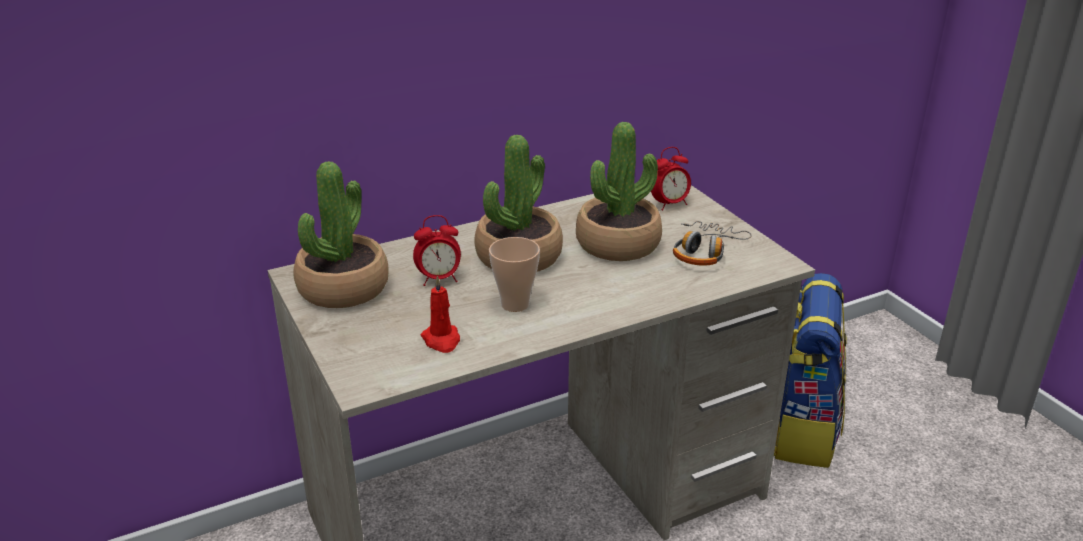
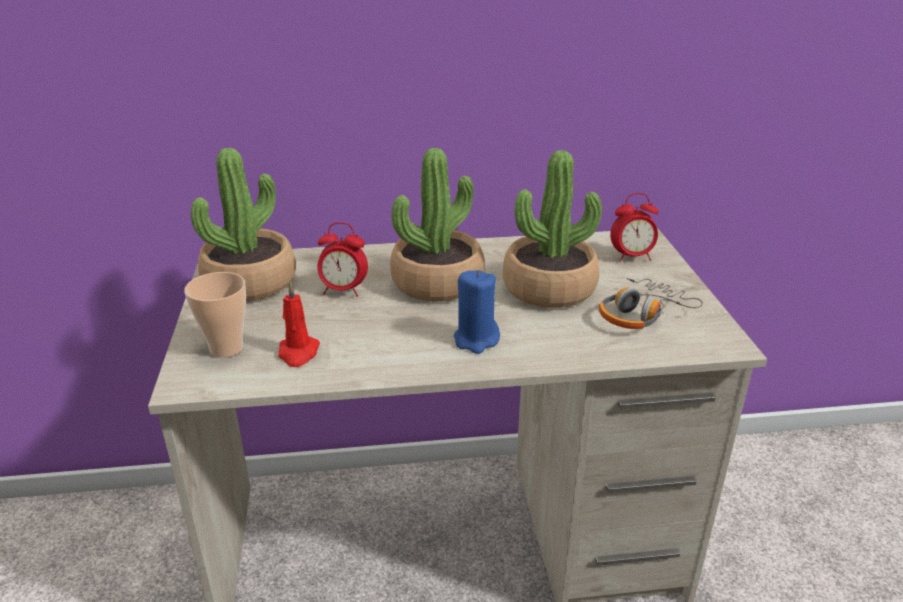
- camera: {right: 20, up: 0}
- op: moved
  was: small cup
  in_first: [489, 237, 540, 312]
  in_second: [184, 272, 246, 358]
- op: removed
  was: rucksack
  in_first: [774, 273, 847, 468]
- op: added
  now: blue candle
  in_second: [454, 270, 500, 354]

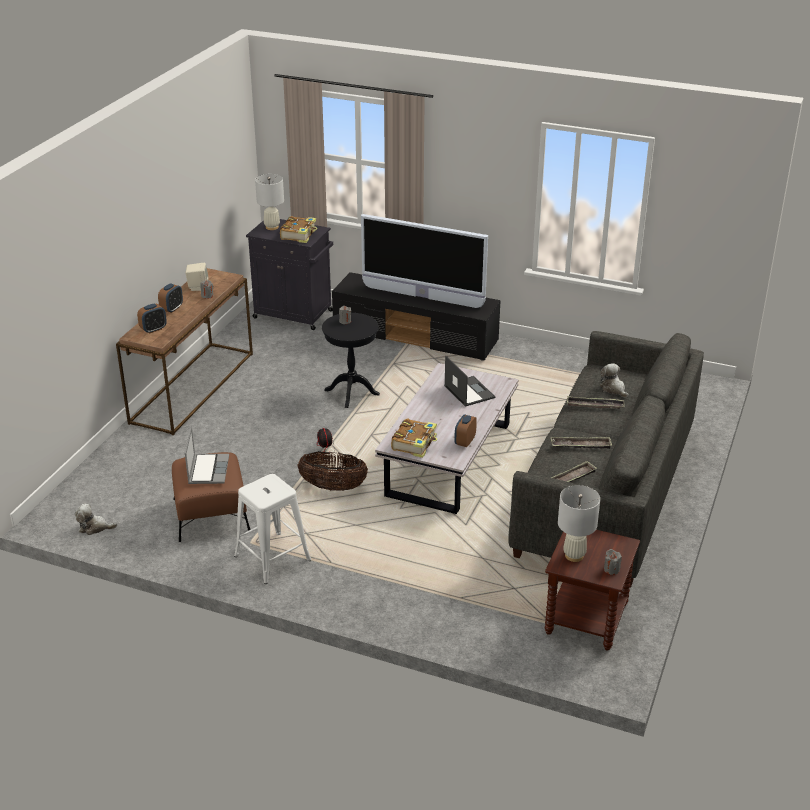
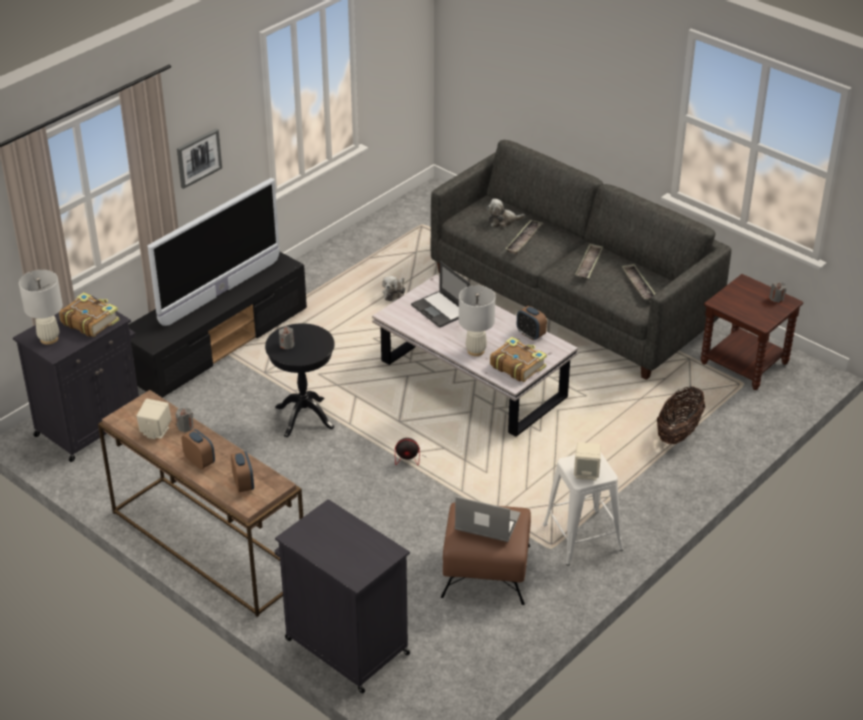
- camera: {right: -70, up: 5}
- op: turned
  was: notebook computer
  in_first: [444, 356, 495, 407]
  in_second: [411, 261, 470, 328]
  clockwise: -120
- op: moved
  was: storage basket
  in_first: [297, 451, 368, 491]
  in_second: [657, 386, 705, 444]
- op: moved
  was: white-coloured tabletop lamp
  in_first: [558, 485, 600, 562]
  in_second: [459, 286, 495, 356]
- op: moved
  was: plush toy
  in_first: [75, 504, 117, 535]
  in_second: [382, 276, 405, 302]
- op: added
  now: wall picture
  in_second: [177, 128, 222, 189]
- op: added
  now: beige-coloured speaker
  in_second: [574, 442, 601, 481]
- op: added
  now: black cupboard
  in_second: [275, 499, 410, 693]

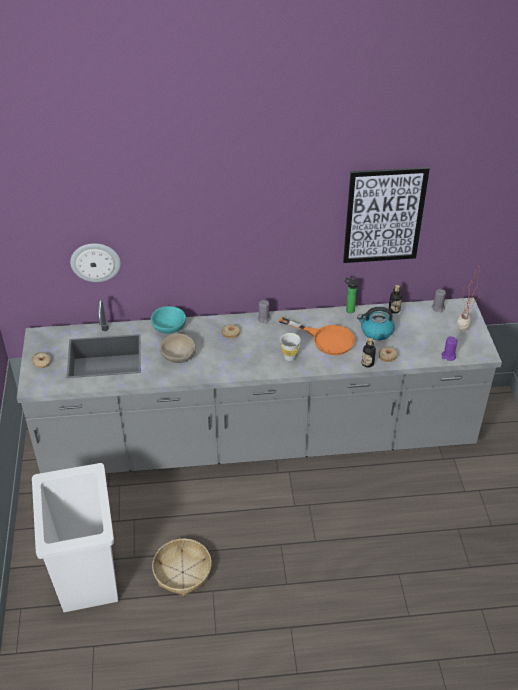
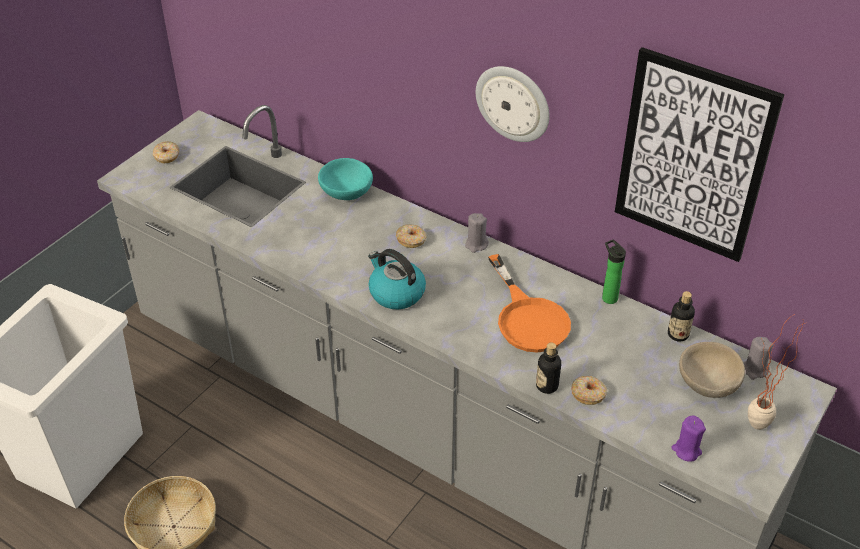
- camera: {right: 40, up: 0}
- op: moved
  was: hanging clock
  in_first: [70, 243, 121, 282]
  in_second: [476, 66, 550, 142]
- op: moved
  was: tea kettle
  in_first: [357, 307, 395, 340]
  in_second: [368, 249, 426, 309]
- op: moved
  was: beige-coloured serving bowl
  in_first: [159, 333, 196, 363]
  in_second: [679, 342, 745, 398]
- op: removed
  was: white-coloured small cup
  in_first: [280, 333, 301, 361]

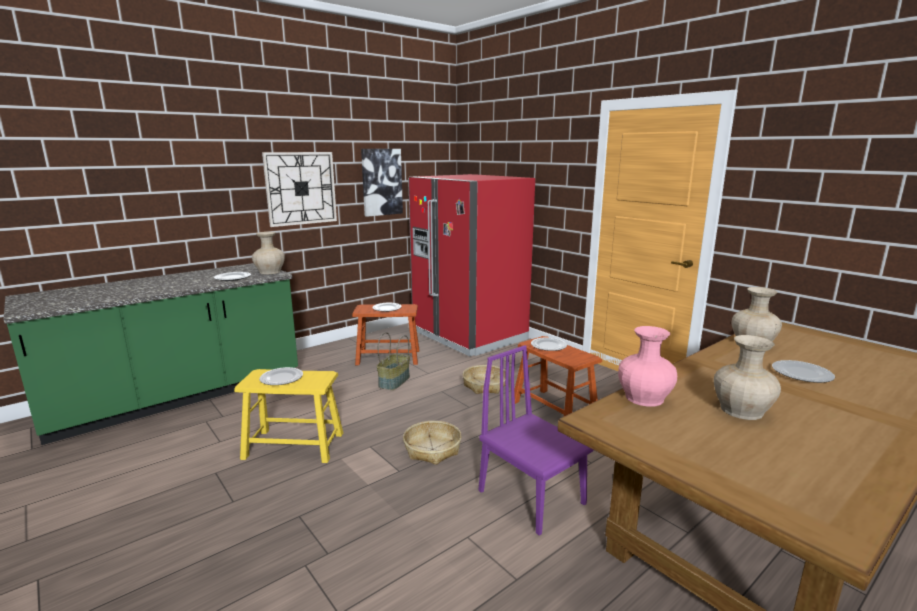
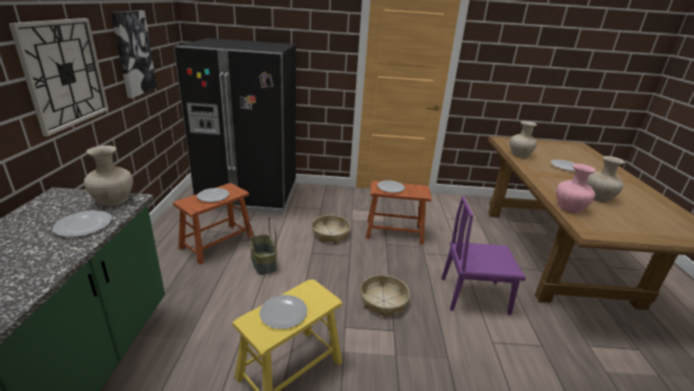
- camera: {right: -50, up: 10}
- op: recoloured
  was: reddish kitchen fridge
  now: black kitchen fridge
  in_first: [408, 174, 535, 356]
  in_second: [174, 38, 296, 214]

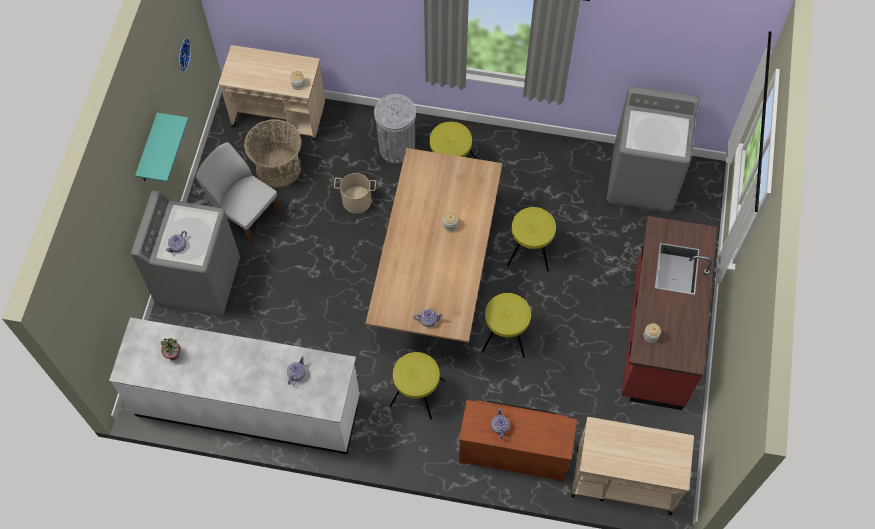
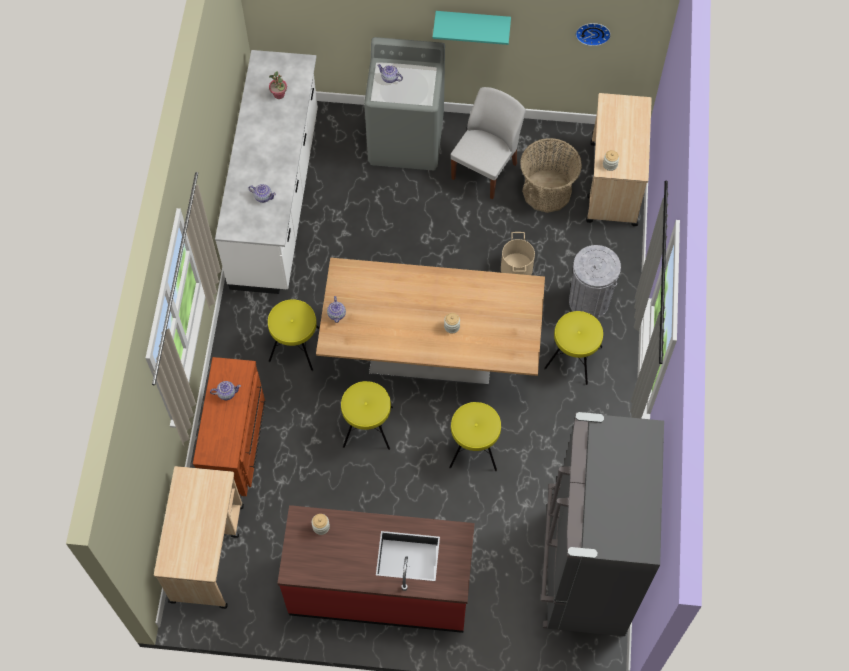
- camera: {right: 85, up: 0}
- op: replaced
  was: grey washing machine
  now: grey kitchen fridge
  in_first: [607, 86, 699, 212]
  in_second: [541, 412, 664, 636]

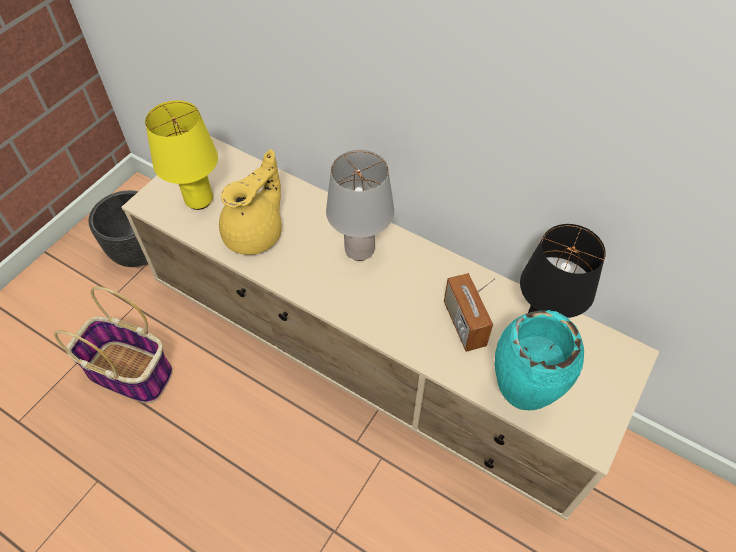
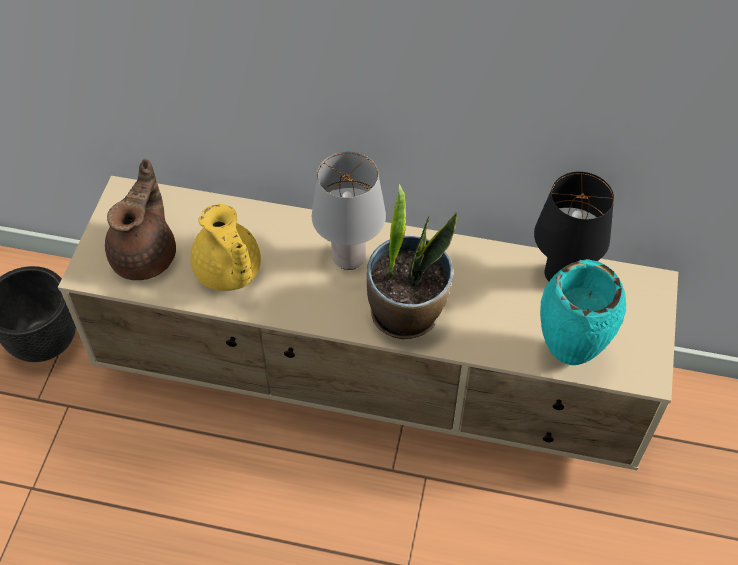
- camera: {right: -20, up: 0}
- op: replaced
  was: yellowish tabletop lamp
  now: brown-coloured pot for tea
  in_first: [145, 100, 218, 210]
  in_second: [105, 159, 176, 280]
- op: turned
  was: yellowish pot for tea
  in_first: [219, 149, 282, 255]
  in_second: [190, 204, 261, 291]
  clockwise: 135
- op: removed
  was: radio receiver
  in_first: [444, 273, 496, 352]
- op: removed
  was: storage basket
  in_first: [54, 286, 173, 403]
- op: added
  now: houseplant
  in_second: [367, 184, 457, 339]

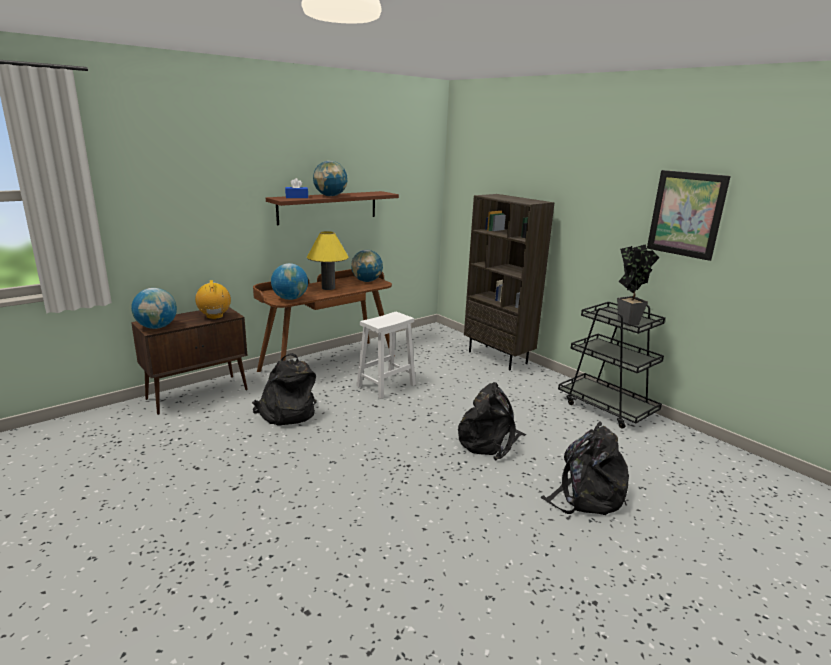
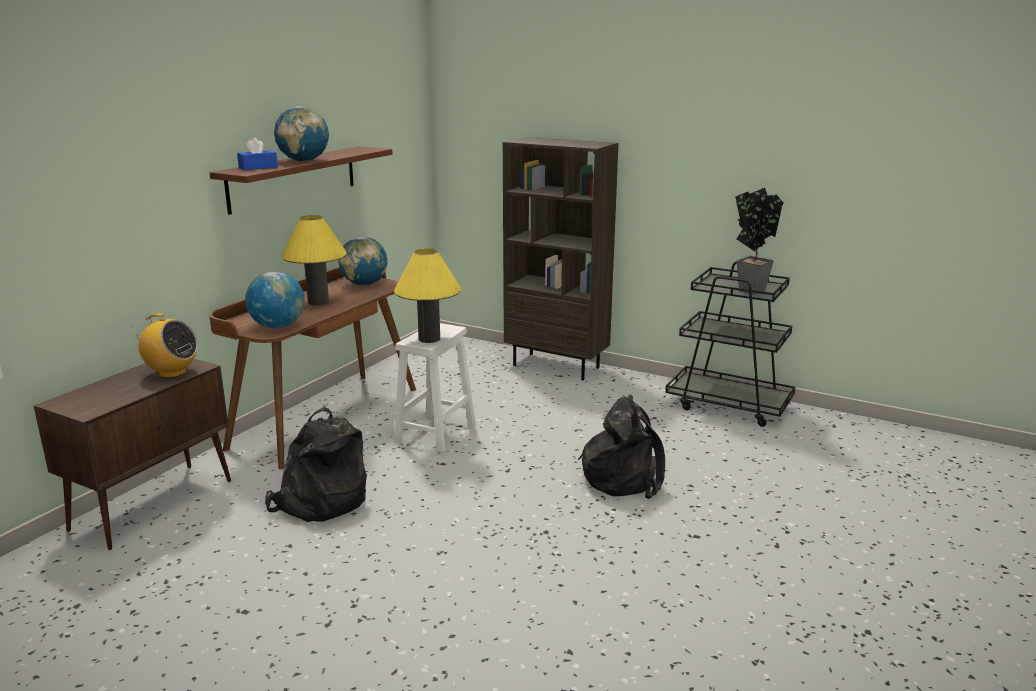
- camera: {right: -20, up: 0}
- op: removed
  was: wall picture
  in_first: [647, 170, 731, 261]
- op: turned
  was: radio receiver
  in_first: [195, 280, 231, 319]
  in_second: [131, 313, 198, 378]
  clockwise: 150
- op: removed
  was: desk globe
  in_first: [131, 288, 177, 329]
- op: removed
  was: black rucksack
  in_first: [541, 421, 629, 515]
- op: added
  now: yellowish tabletop lamp
  in_second: [394, 249, 461, 343]

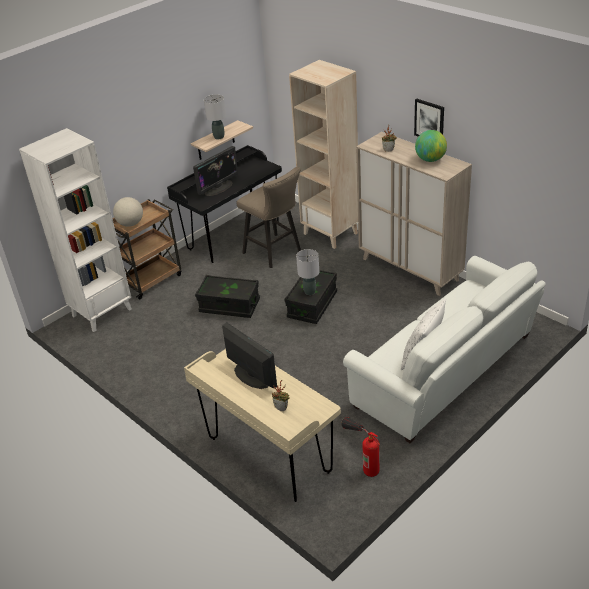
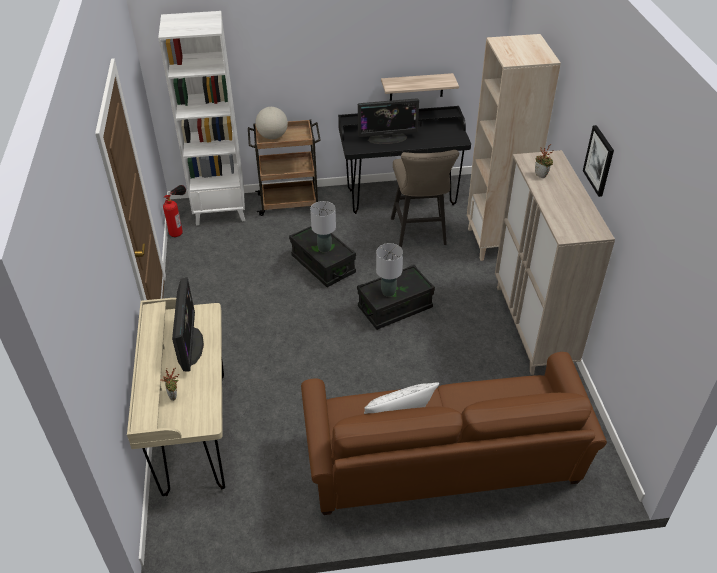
- camera: {right: 35, up: 5}
- op: moved
  was: grey tabletop lamp
  in_first: [204, 95, 226, 139]
  in_second: [310, 201, 336, 252]
- op: removed
  was: desk globe
  in_first: [415, 130, 447, 162]
- op: recoloured
  was: white-coloured sofa
  now: brown-coloured sofa
  in_first: [343, 256, 546, 443]
  in_second: [301, 352, 607, 515]
- op: moved
  was: fire-fighting cylinder
  in_first: [341, 417, 380, 477]
  in_second: [163, 185, 186, 237]

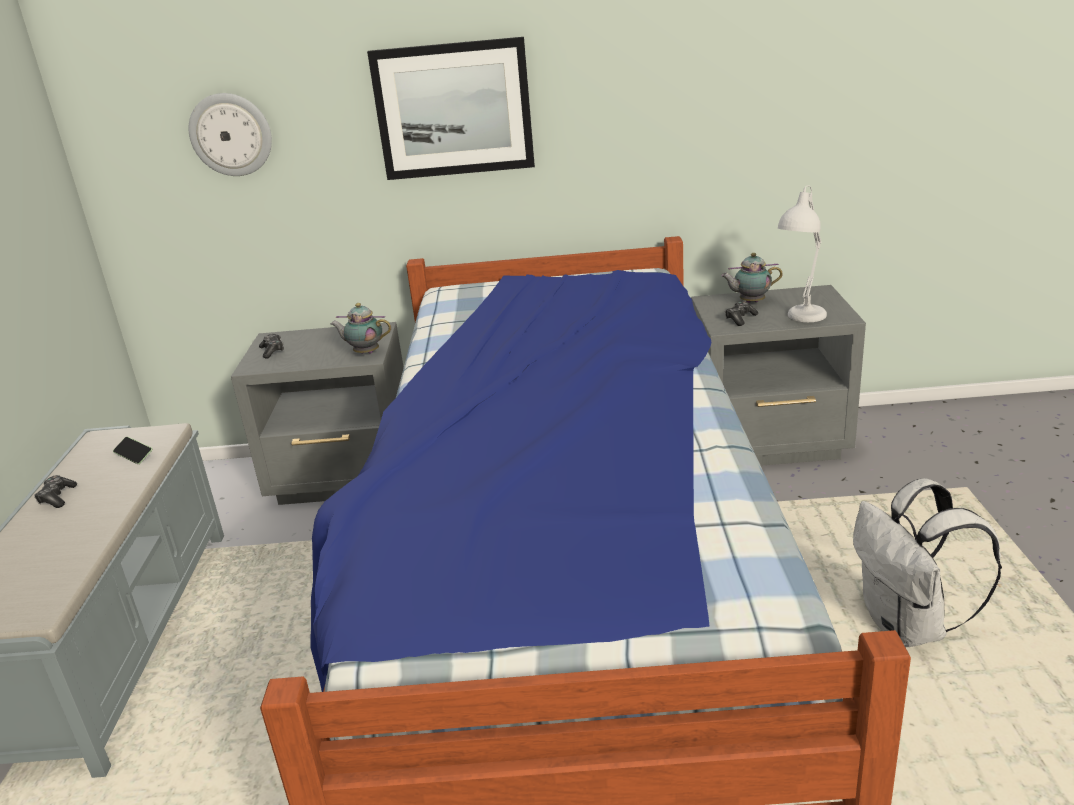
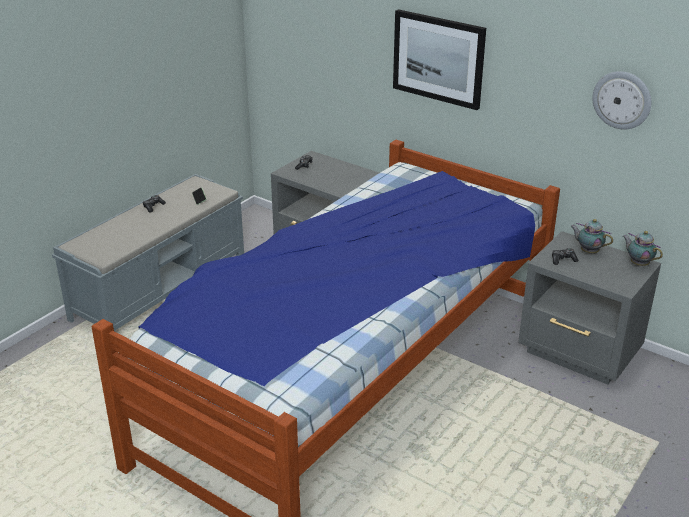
- camera: {right: 35, up: 5}
- op: moved
  was: hanging clock
  in_first: [189, 93, 272, 176]
  in_second: [592, 71, 651, 130]
- op: removed
  was: white-coloured tabletop lamp
  in_first: [778, 185, 827, 322]
- op: moved
  was: pot for tea
  in_first: [331, 303, 391, 354]
  in_second: [623, 231, 663, 266]
- op: removed
  was: white-coloured rucksack
  in_first: [853, 478, 1002, 647]

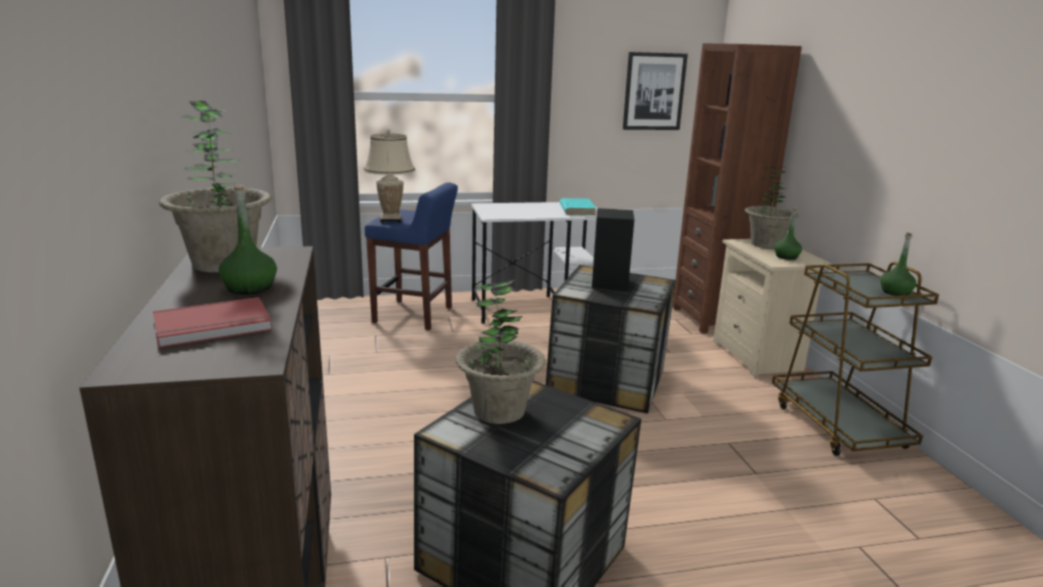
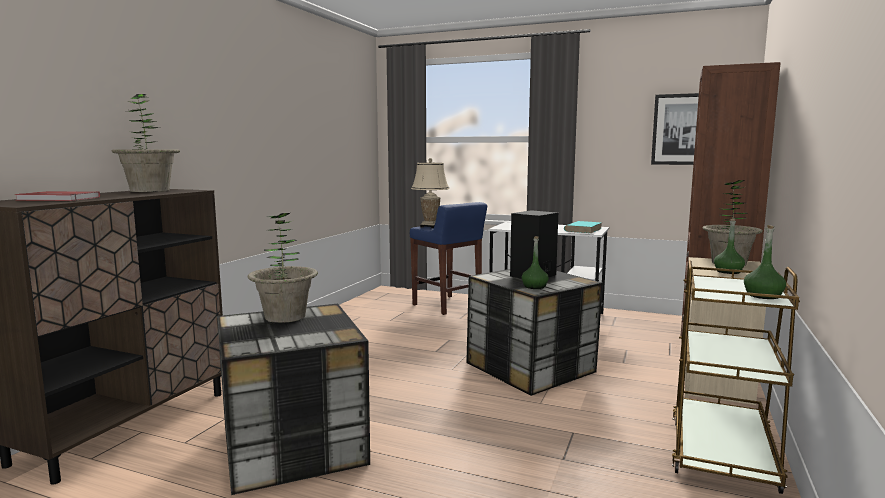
- camera: {right: 35, up: -10}
- op: moved
  was: green bottle
  in_first: [219, 185, 277, 295]
  in_second: [522, 236, 549, 289]

